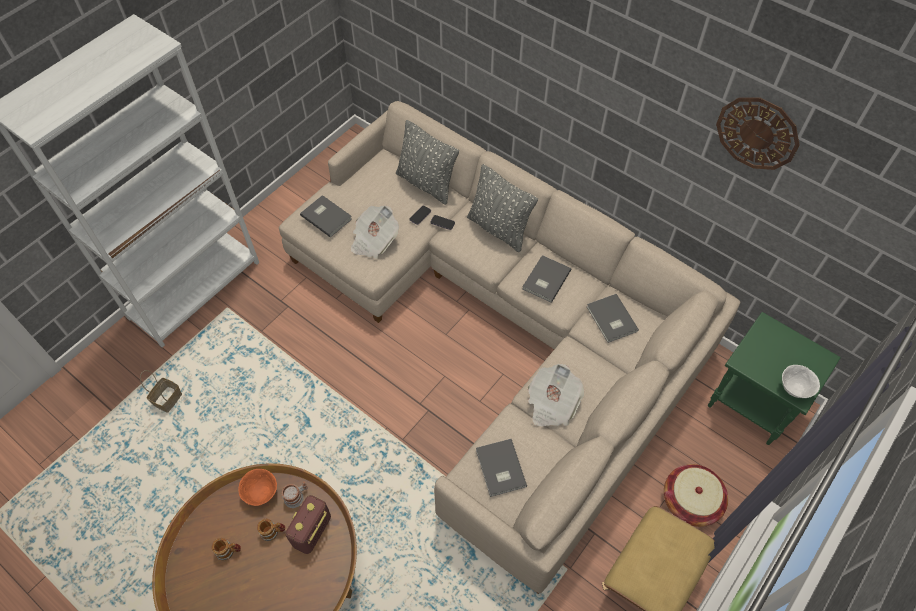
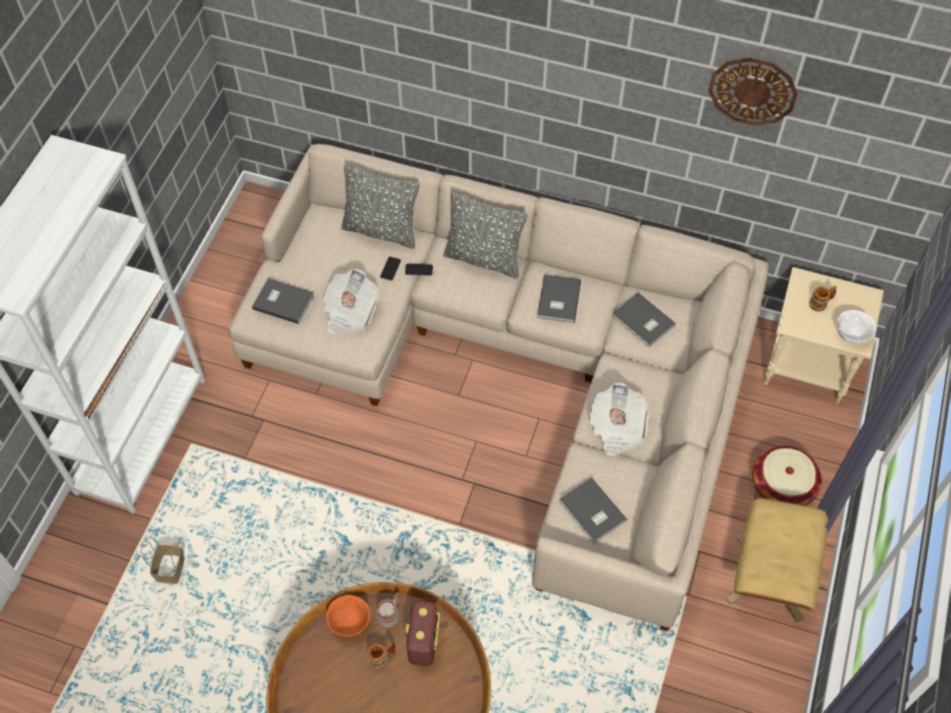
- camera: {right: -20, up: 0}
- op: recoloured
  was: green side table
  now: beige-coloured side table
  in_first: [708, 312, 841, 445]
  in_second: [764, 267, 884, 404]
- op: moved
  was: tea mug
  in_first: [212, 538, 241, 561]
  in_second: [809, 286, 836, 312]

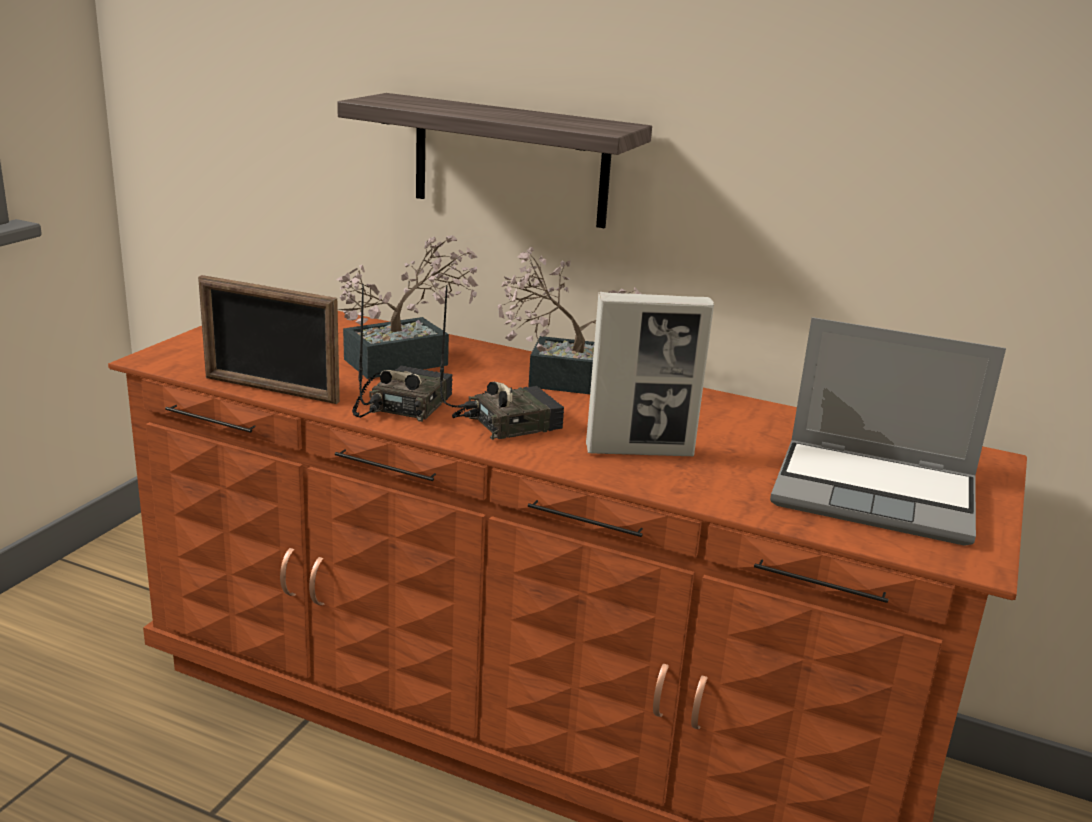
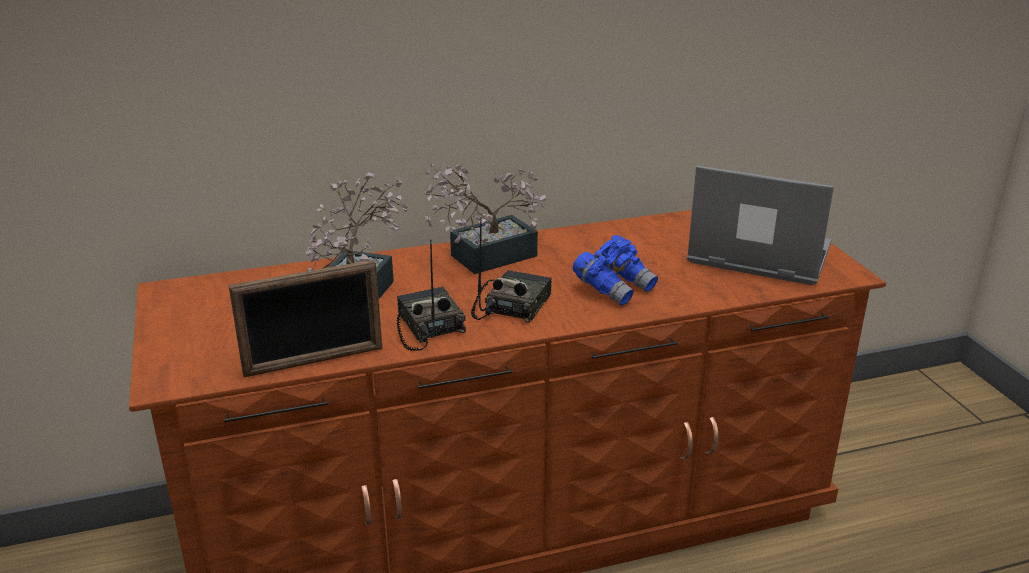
- camera: {right: -40, up: 5}
- op: removed
  was: shelf
  in_first: [337, 93, 652, 228]
- op: replaced
  was: photo frame
  now: blue field glasses
  in_first: [586, 292, 714, 456]
  in_second: [573, 235, 658, 306]
- op: turned
  was: notebook computer
  in_first: [770, 317, 1006, 546]
  in_second: [687, 165, 834, 285]
  clockwise: -135

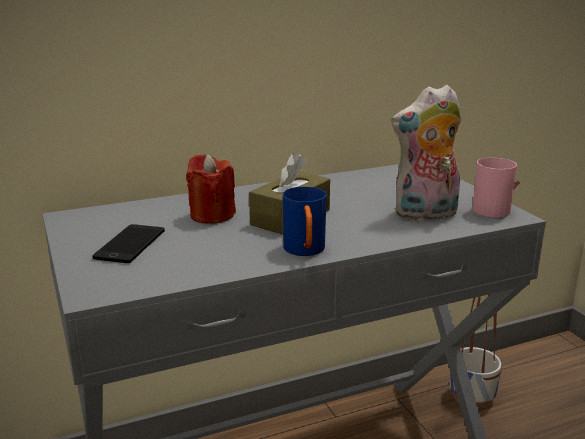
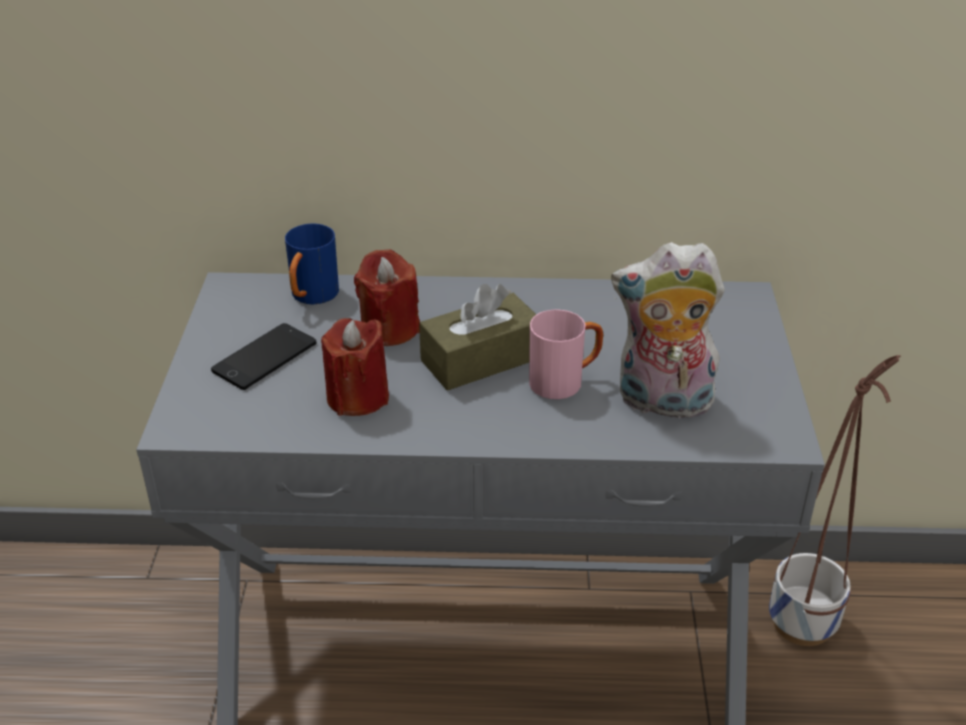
- camera: {right: 25, up: 15}
- op: moved
  was: pink-coloured tea mug
  in_first: [473, 158, 517, 218]
  in_second: [529, 309, 603, 399]
- op: moved
  was: blue tea mug
  in_first: [283, 187, 327, 256]
  in_second: [285, 223, 339, 304]
- op: added
  now: reddish candle
  in_second: [321, 318, 389, 416]

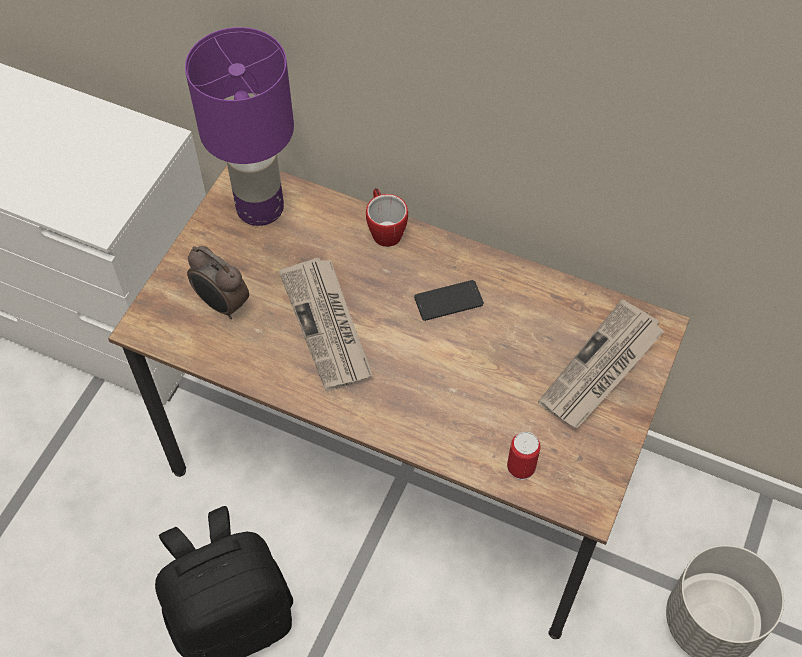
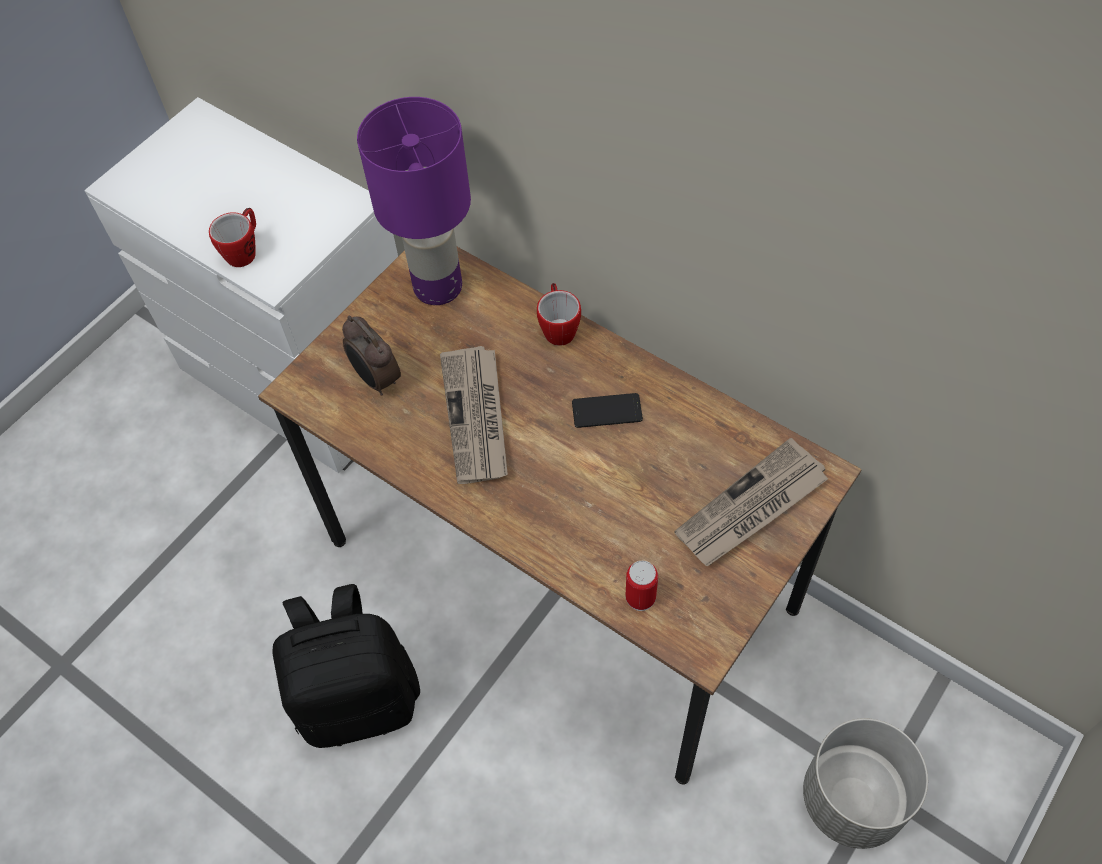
- camera: {right: 15, up: 0}
- op: added
  now: tea mug
  in_second: [209, 208, 256, 267]

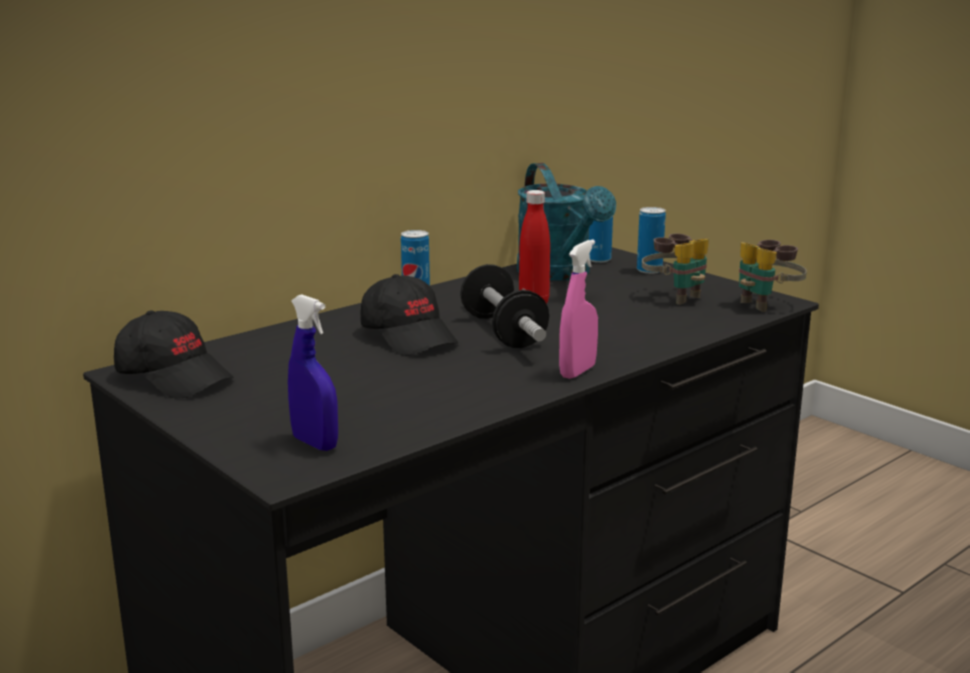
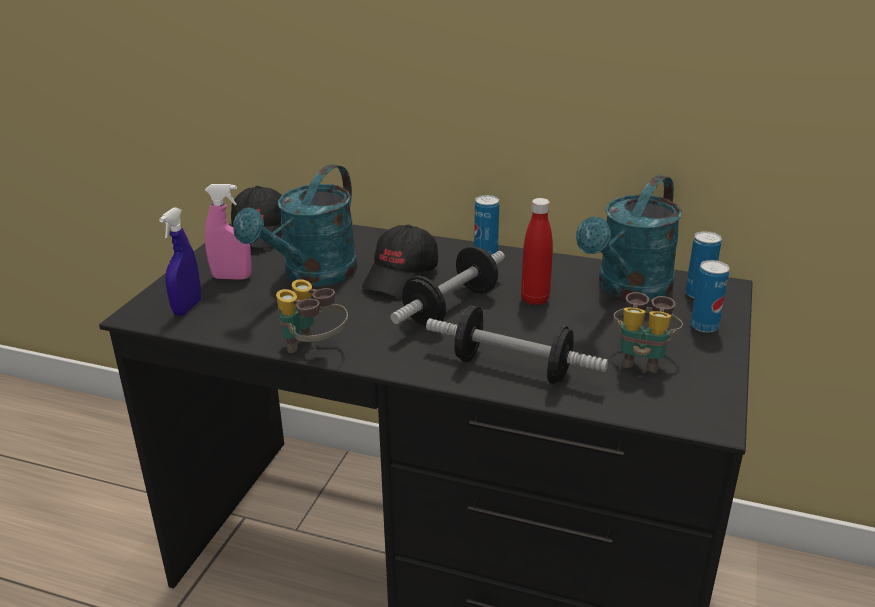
- camera: {right: 60, up: 10}
- op: moved
  was: pink-coloured sprayer
  in_first: [559, 239, 598, 379]
  in_second: [205, 184, 252, 280]
- op: moved
  was: field glasses
  in_first: [739, 240, 807, 312]
  in_second: [276, 279, 348, 353]
- op: added
  now: turquoise watering pot
  in_second: [233, 164, 357, 287]
- op: added
  now: dumbbell
  in_second: [426, 306, 608, 384]

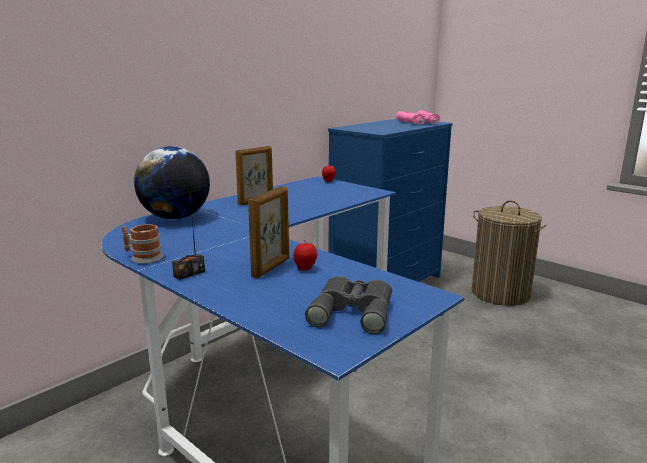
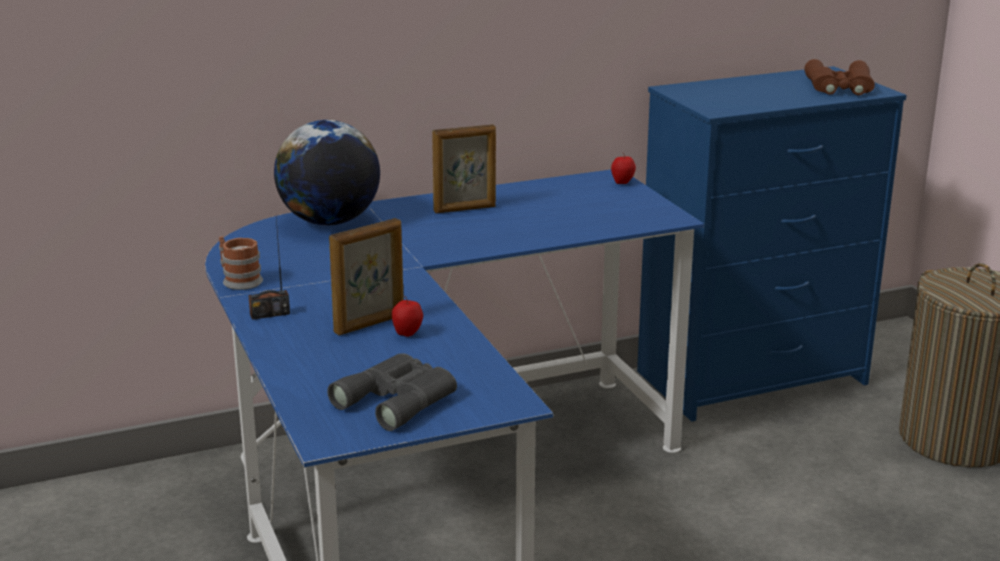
- camera: {right: 25, up: 5}
- op: recoloured
  was: pink-coloured field glasses
  now: brown-coloured field glasses
  in_first: [396, 110, 440, 124]
  in_second: [804, 59, 875, 95]

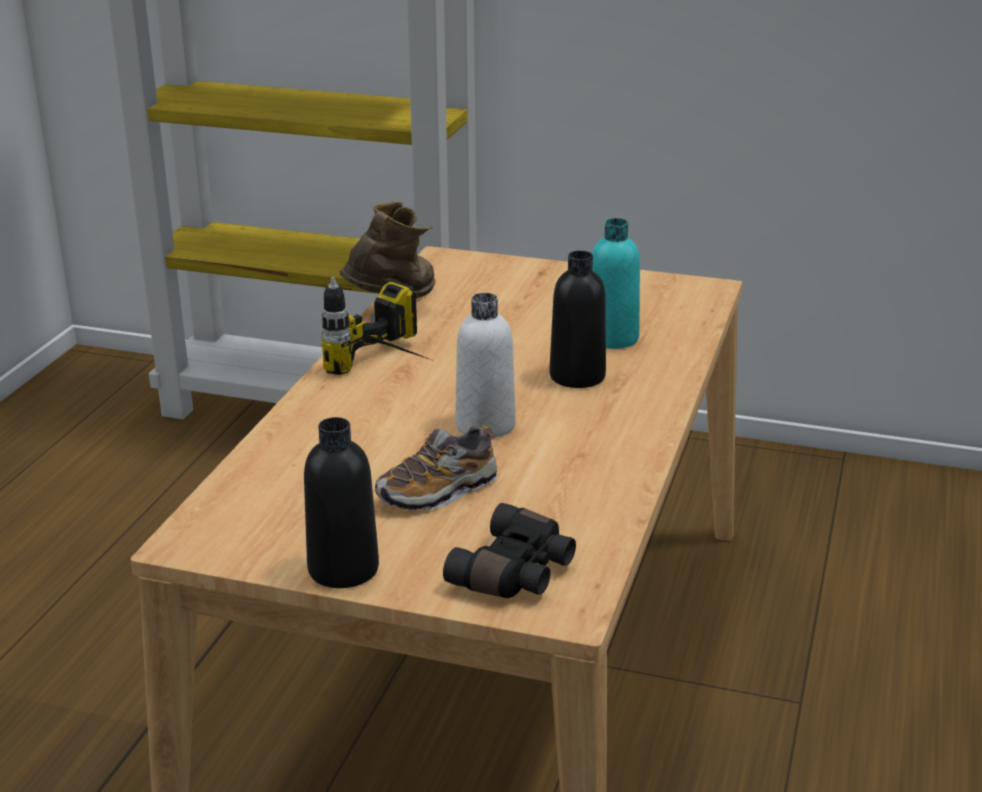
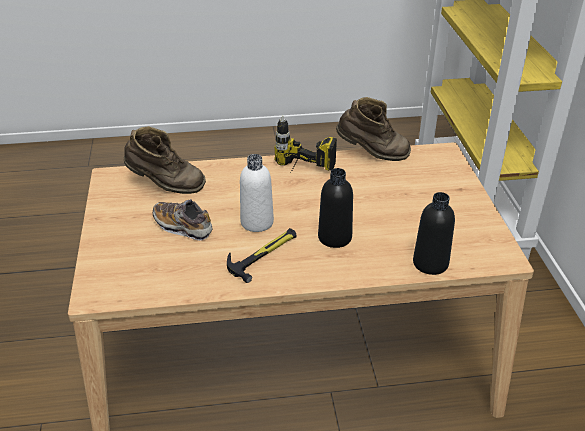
- camera: {right: 65, up: 10}
- op: removed
  was: turquoise bottle
  in_first: [592, 218, 640, 349]
- op: moved
  was: black bottle
  in_first: [304, 417, 379, 588]
  in_second: [413, 192, 455, 275]
- op: removed
  was: black field glasses
  in_first: [443, 503, 576, 598]
- op: added
  now: brown-coloured high-top boot
  in_second: [124, 126, 206, 194]
- op: added
  now: hammer
  in_second: [227, 228, 297, 283]

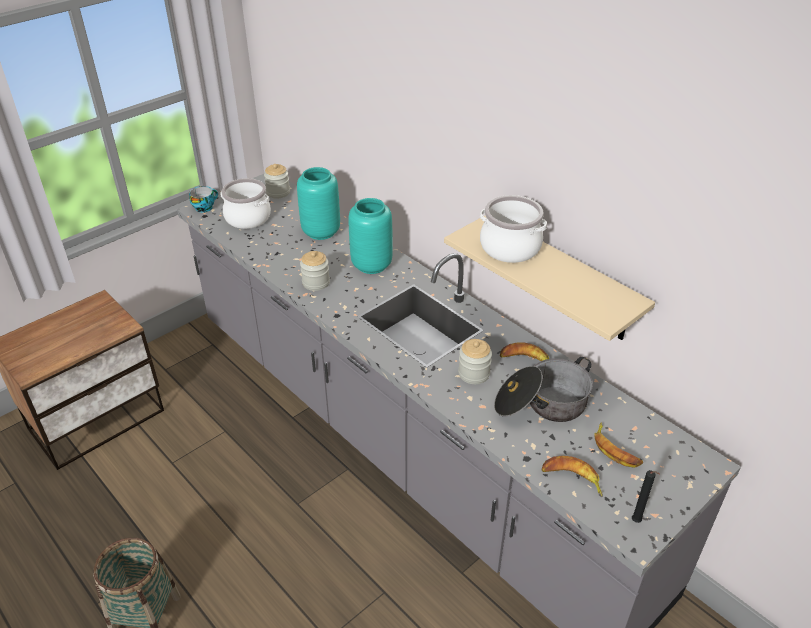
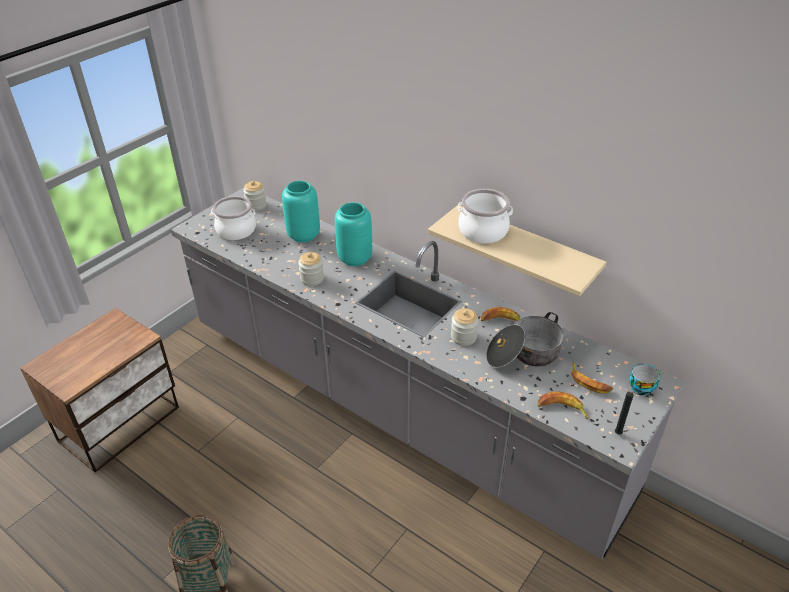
- camera: {right: -10, up: 0}
- op: moved
  was: small cup
  in_first: [189, 186, 218, 213]
  in_second: [629, 364, 660, 396]

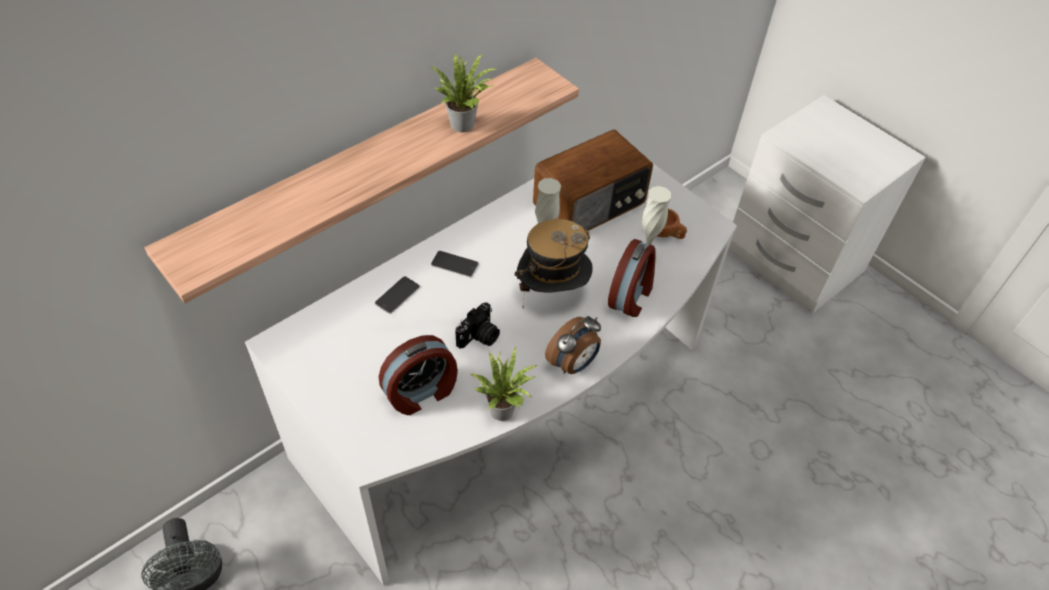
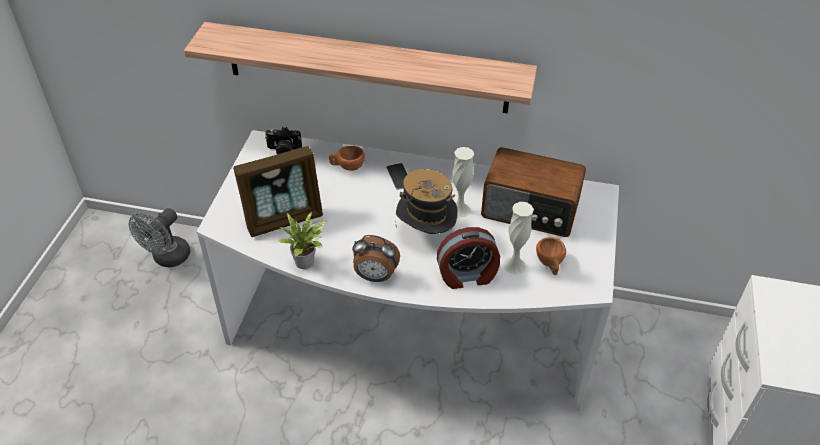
- camera: {right: 55, up: -5}
- op: removed
  was: houseplant
  in_first: [430, 53, 496, 132]
- op: replaced
  was: handset
  now: brown-coloured small cup
  in_first: [374, 276, 420, 314]
  in_second: [329, 146, 365, 171]
- op: moved
  was: still camera
  in_first: [456, 302, 500, 349]
  in_second: [265, 127, 302, 154]
- op: replaced
  was: alarm clock
  now: photo frame
  in_first: [379, 335, 458, 415]
  in_second: [233, 146, 323, 237]

